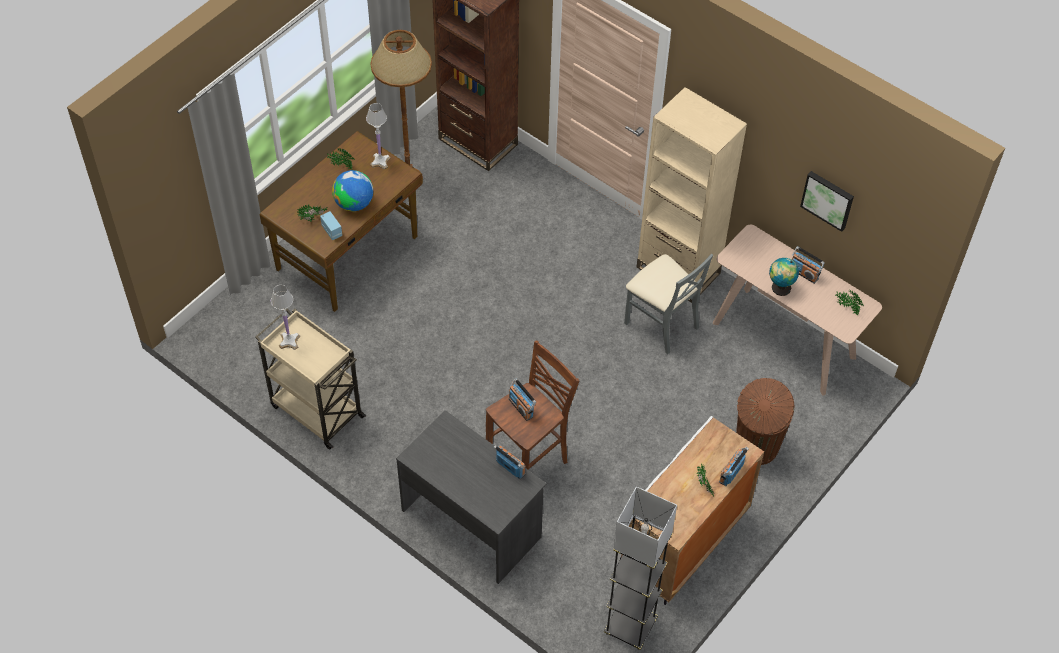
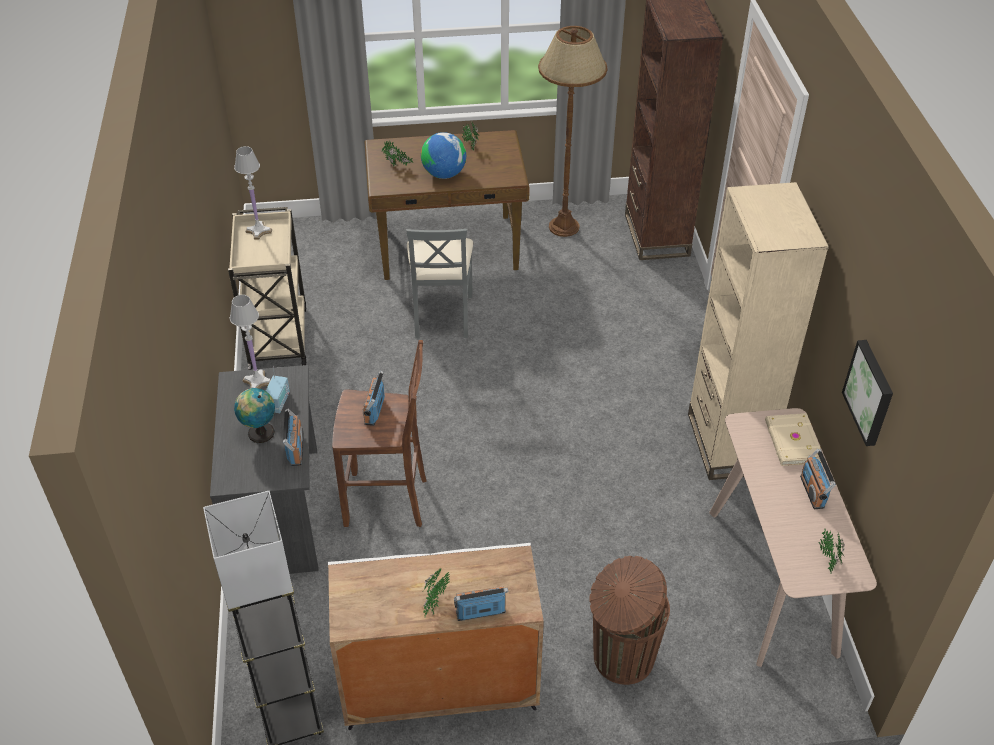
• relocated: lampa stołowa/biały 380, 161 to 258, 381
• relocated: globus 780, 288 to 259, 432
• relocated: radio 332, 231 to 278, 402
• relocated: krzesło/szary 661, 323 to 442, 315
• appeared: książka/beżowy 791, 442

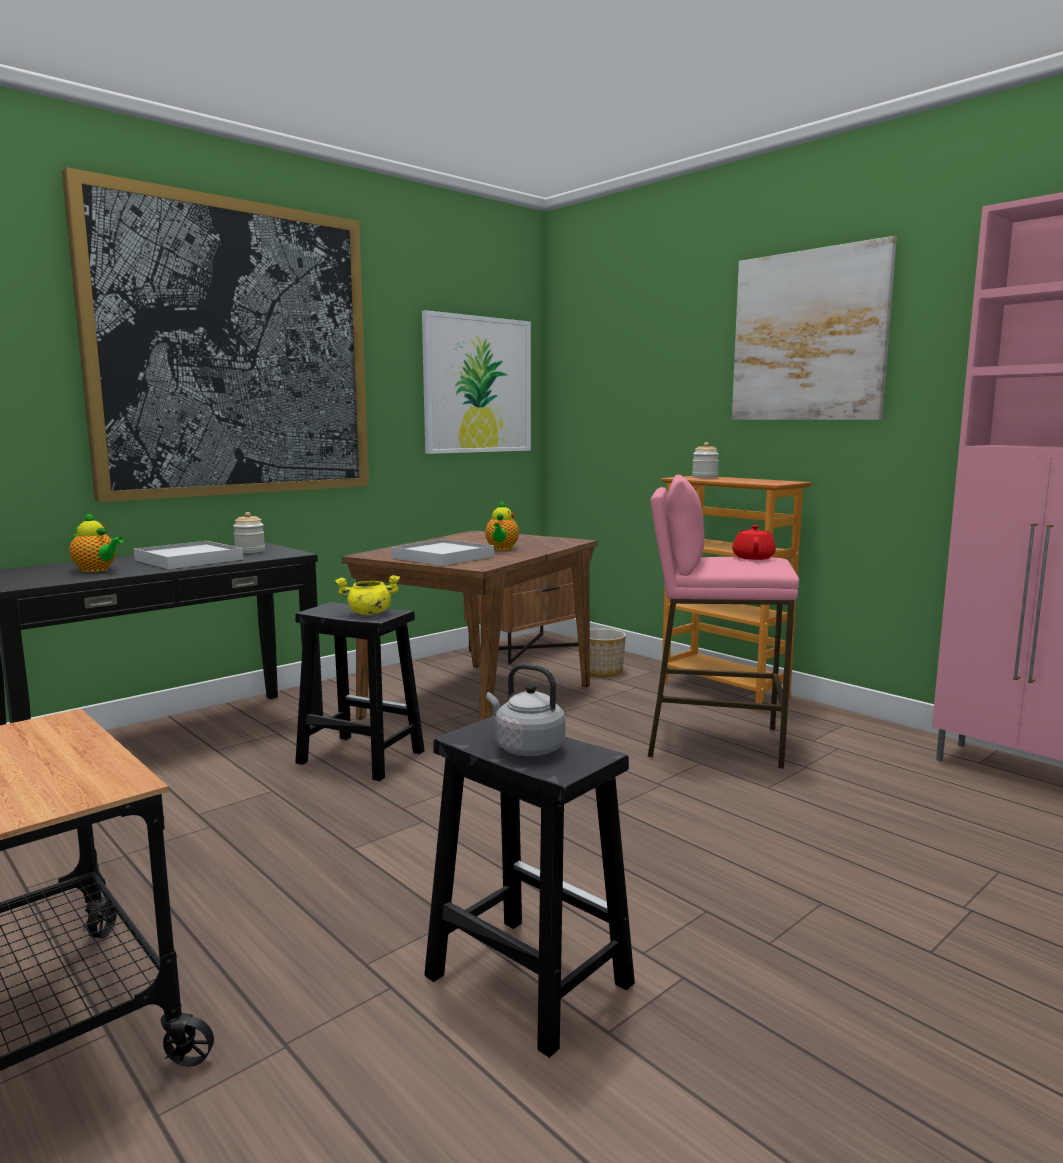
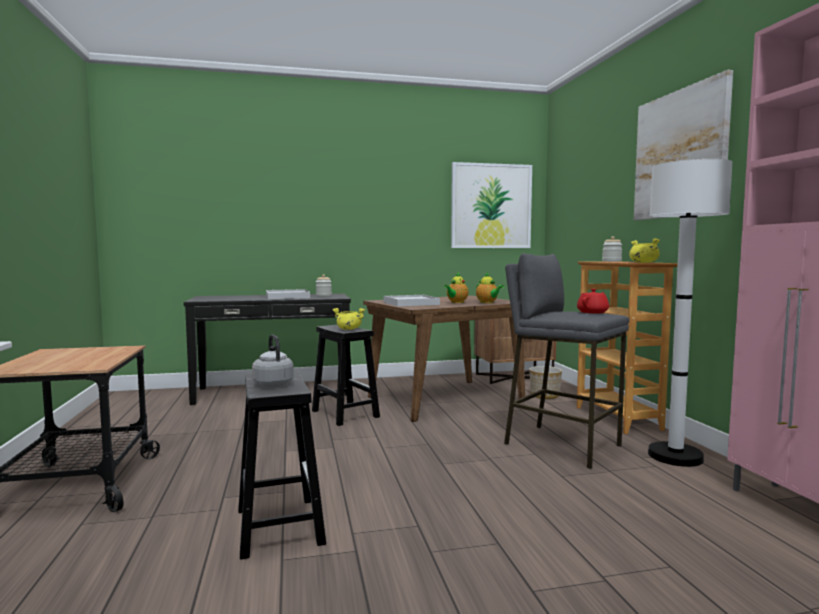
• relocated: imbryk 97, 570 to 487, 302
• colour: stołek/różowy 713, 742 to stołek/szary 561, 444
• appeared: garnek/żółty 643, 262
• appeared: lampa stojąca/biały 675, 456
• missing: obraz 233, 350

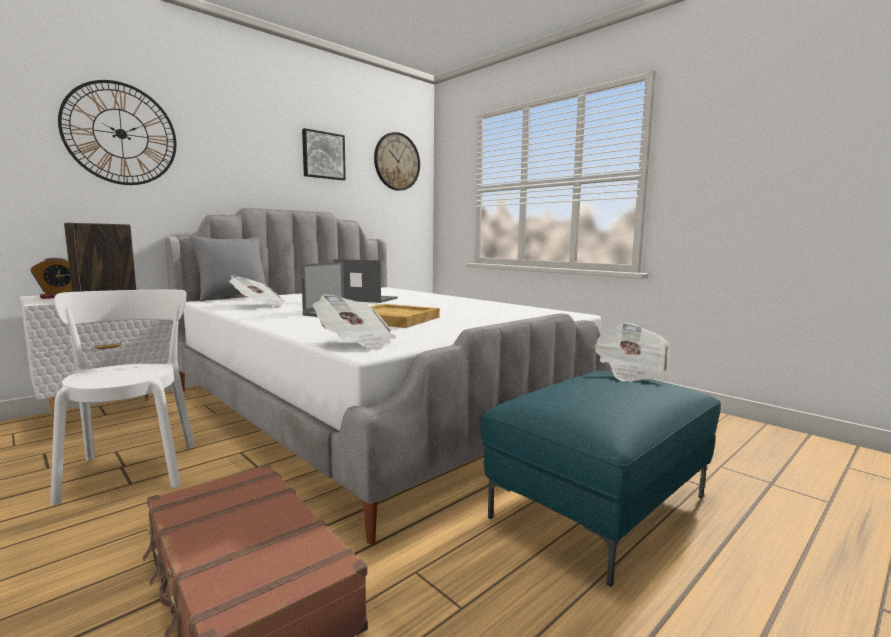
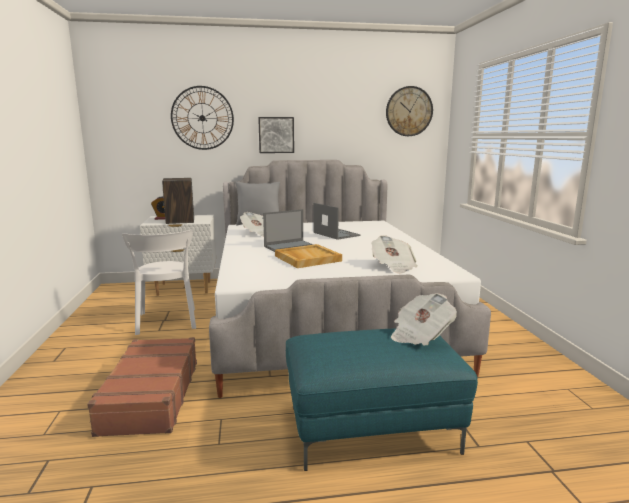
• spun: krzesło/biały 133, 468 = 166, 322 150 degrees clockwise
• relocated: obraz 323, 155 to 276, 135
• relocated: gazeta 355, 343 to 393, 266

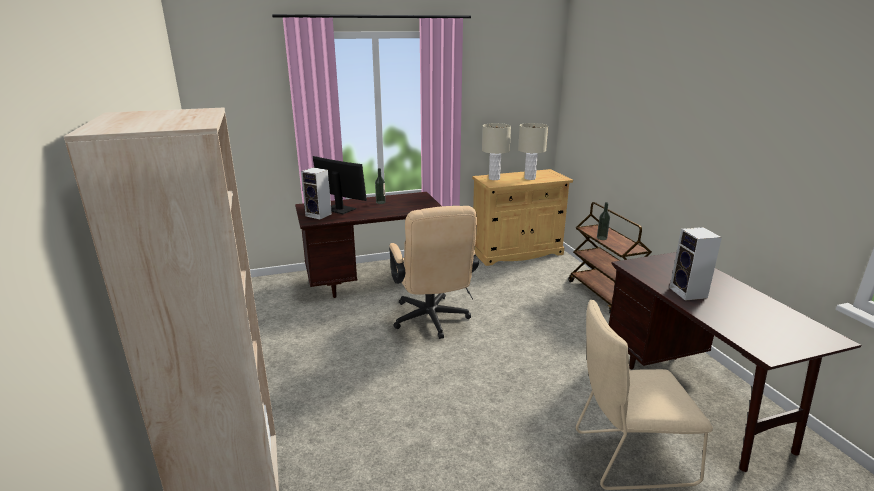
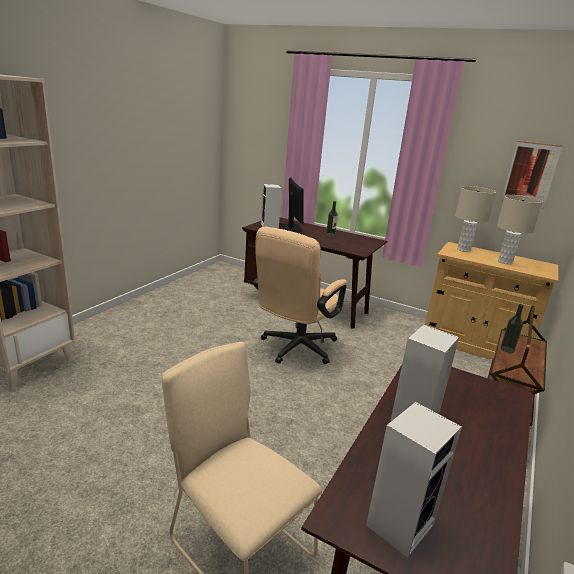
• appeared: głośnik 400, 523
• appeared: obraz 530, 174

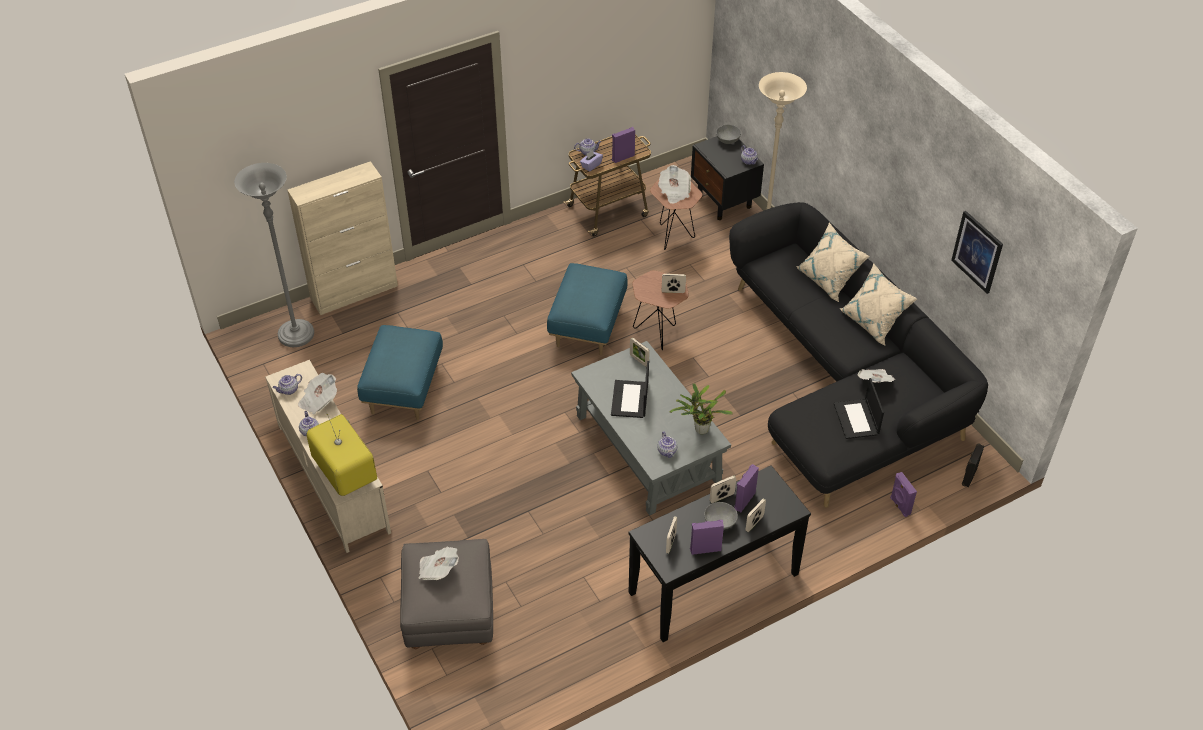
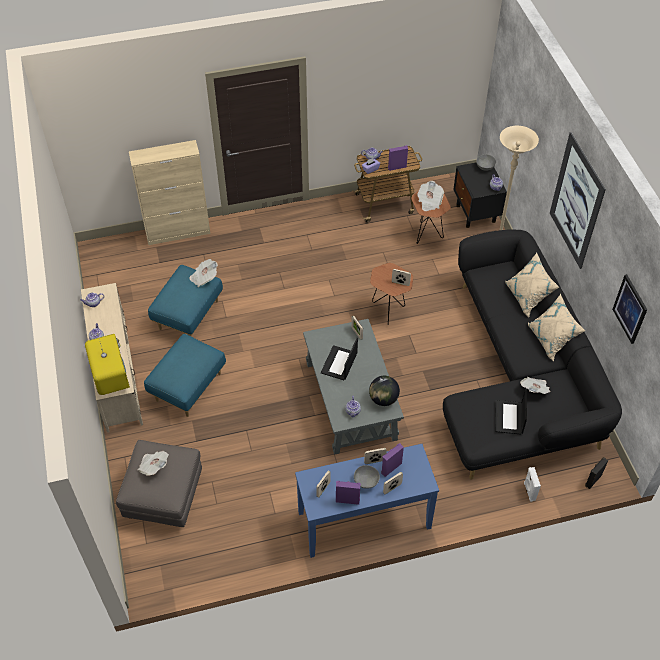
• relocated: pufa/niebieski 587, 325 to 188, 386
• relocated: gazeta 319, 401 to 204, 278
• colour: stolik konsolowy/czarny 714, 584 to stolik konsolowy/niebieski 364, 520
• exchanged: roślina doniczkowa 699, 429 to globus 383, 399
• colour: głośnik/fioletowy 899, 506 to głośnik/biały 529, 491
• appeared: obraz 576, 201
• missing: lampa stojąca/szary 296, 335

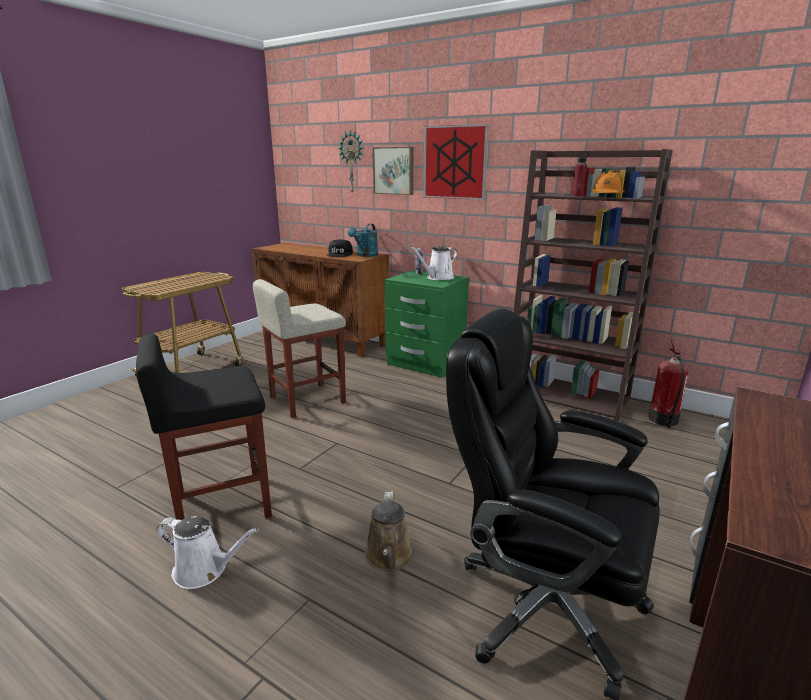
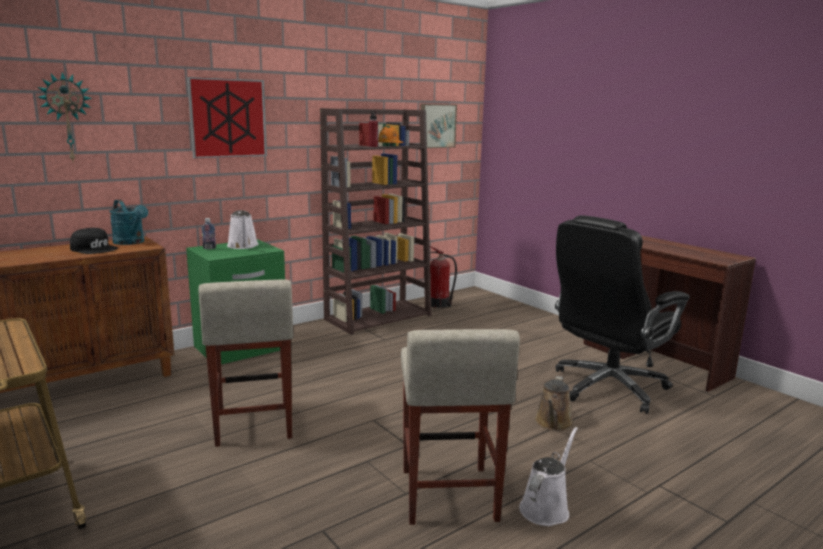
• colour: stołek/czarny 221, 505 to stołek/beżowy 448, 495
• relocated: obraz 394, 171 to 436, 126
• spun: konewka/brązowy 389, 557 = 553, 423 90 degrees clockwise

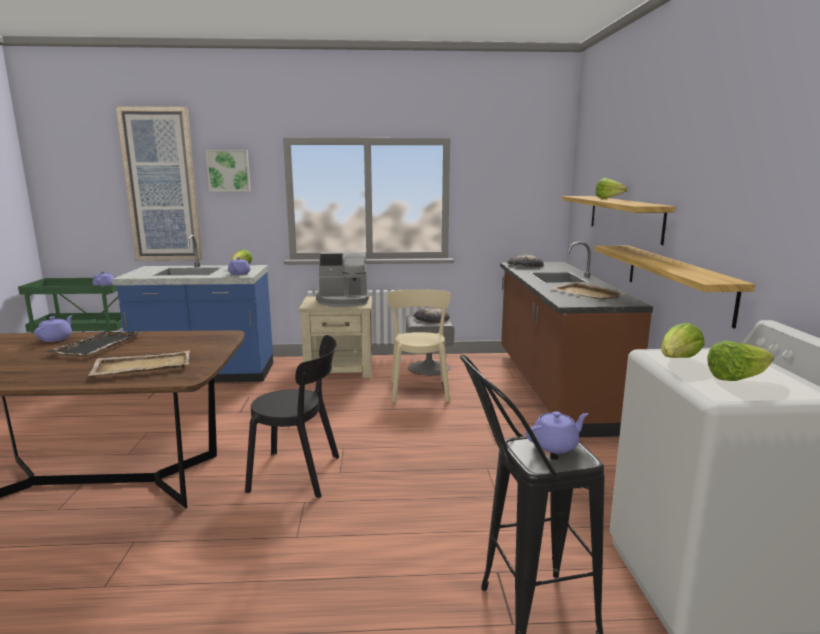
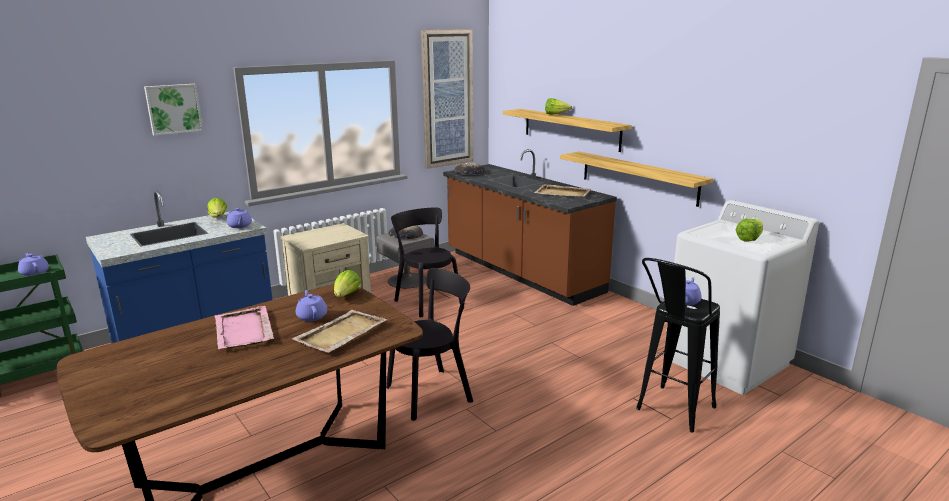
• colour: taca/czarny 97, 346 to taca/różowy 243, 330
• relocated: imbryk/fioletowy 56, 339 to 312, 316
• relocated: sałata 678, 360 to 346, 296
• colour: krzesło/beżowy 419, 390 to krzesło/czarny 426, 301
• relocated: obraz 161, 185 to 447, 99
• missing: ekspres do kawy 343, 301

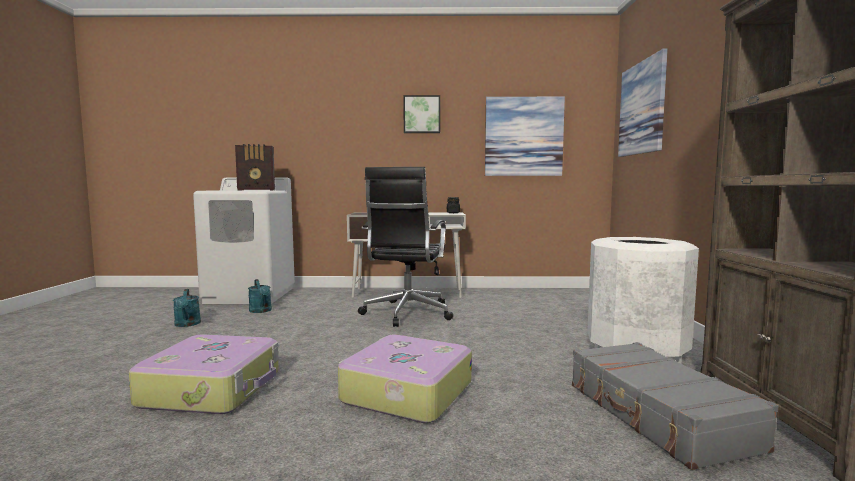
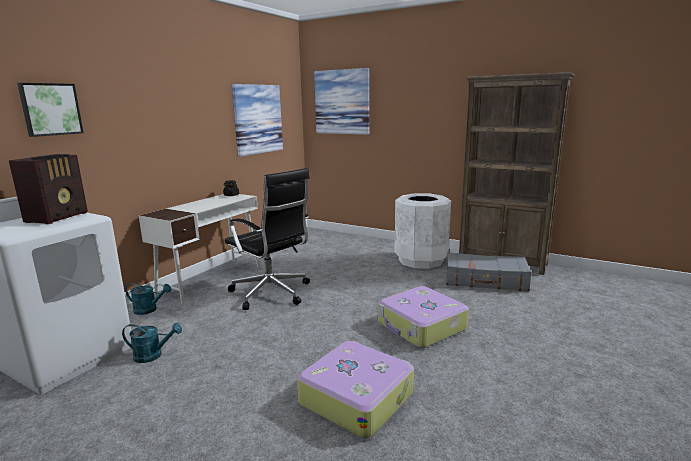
• relocated: obraz 421, 114 to 50, 109
• relocated: konewka/turkusowy 187, 324 to 149, 310

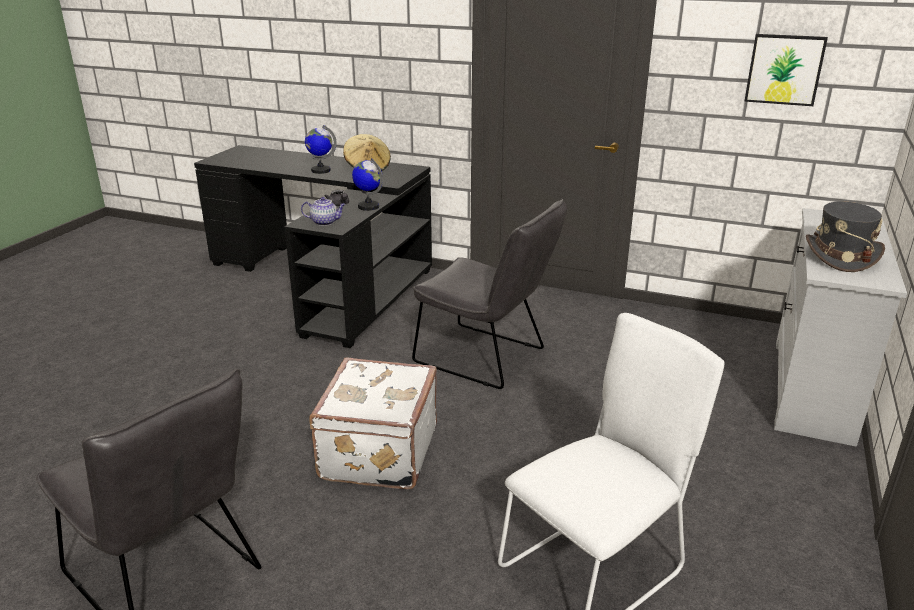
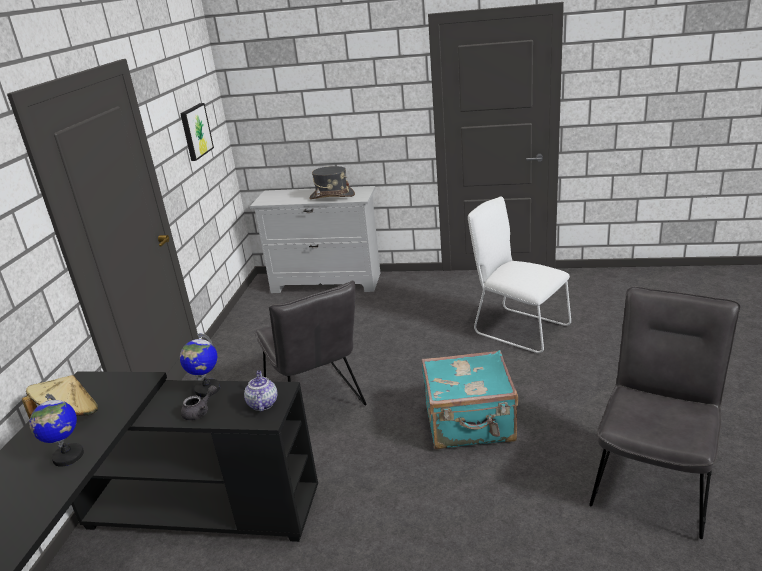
• spun: krzesło/szary 487, 358 = 317, 401 135 degrees clockwise
• colour: walizka/biały 376, 452 to walizka/turkusowy 470, 424

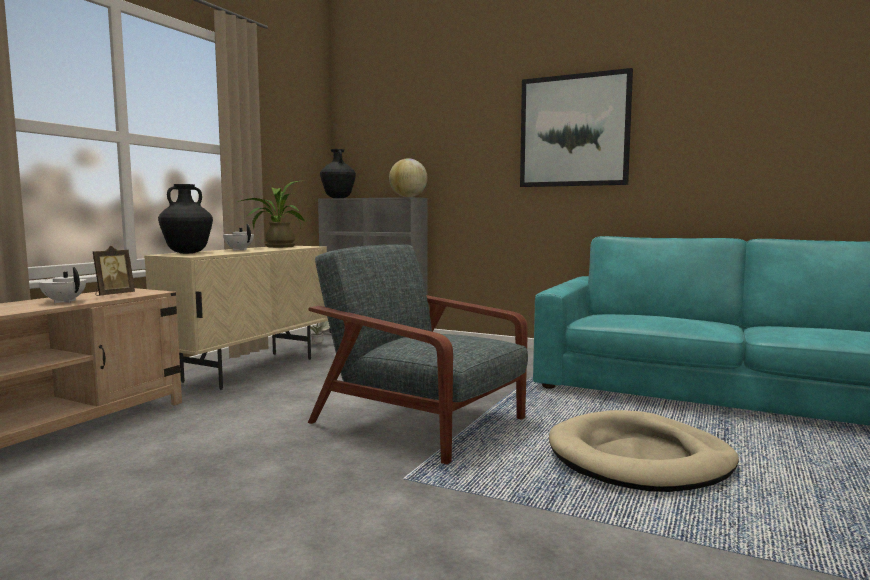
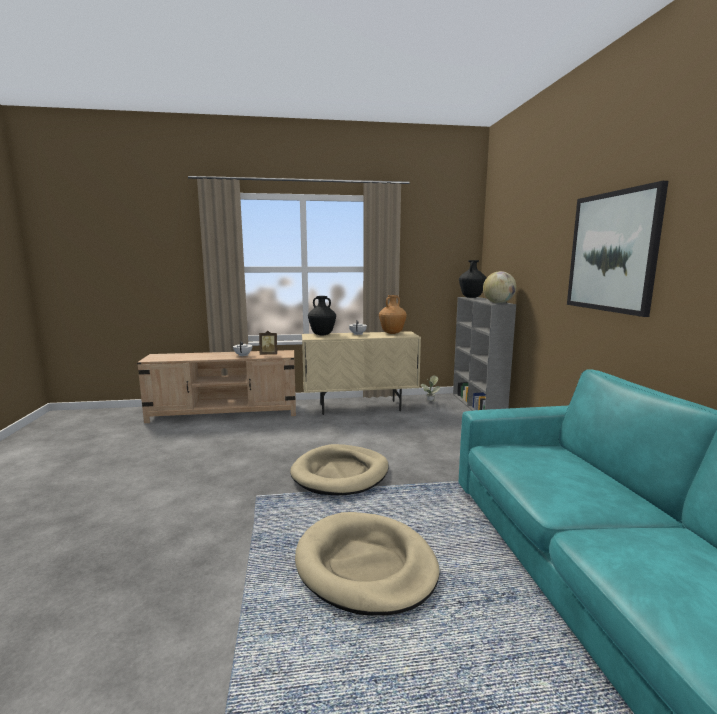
• exchanged: fotel/szary 421, 422 to legowisko/beżowy 340, 473
• exchanged: roślina doniczkowa 276, 247 to wazon/brązowy 392, 333

